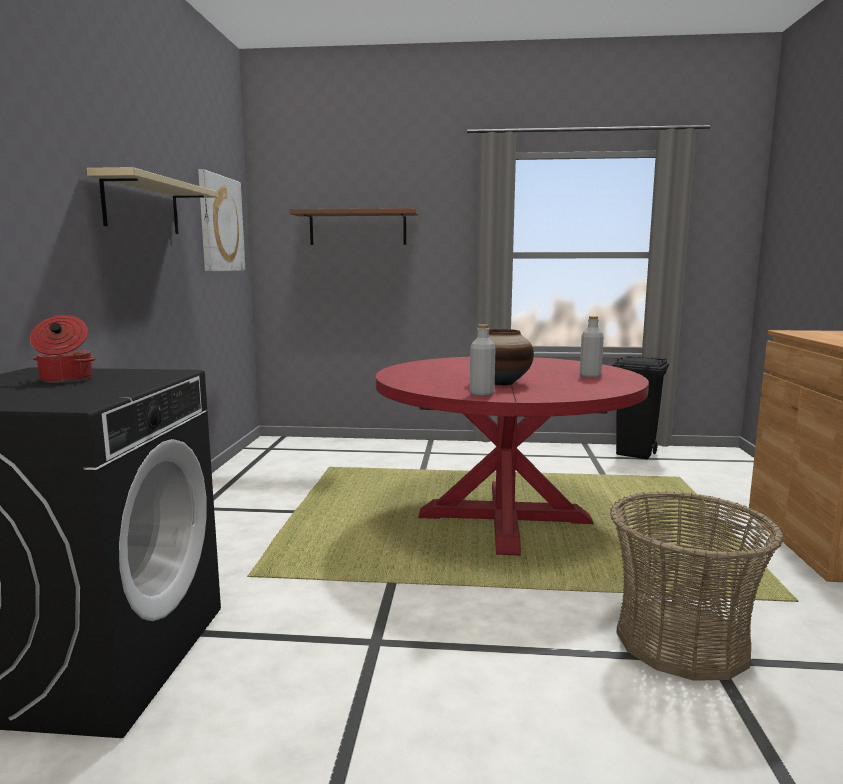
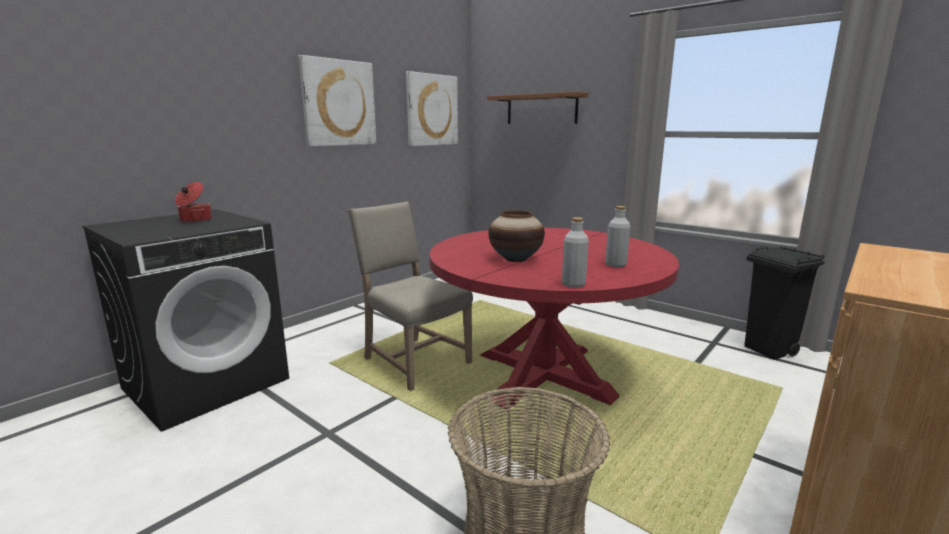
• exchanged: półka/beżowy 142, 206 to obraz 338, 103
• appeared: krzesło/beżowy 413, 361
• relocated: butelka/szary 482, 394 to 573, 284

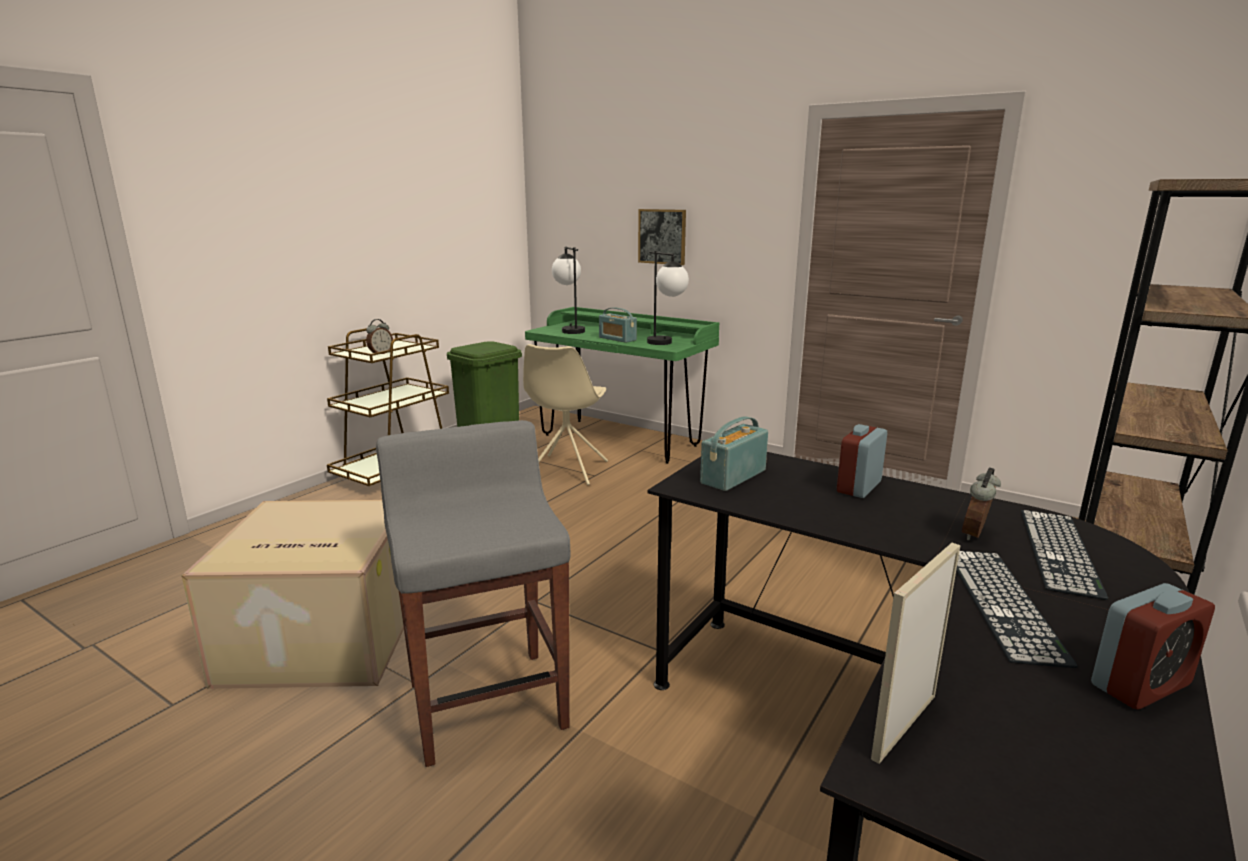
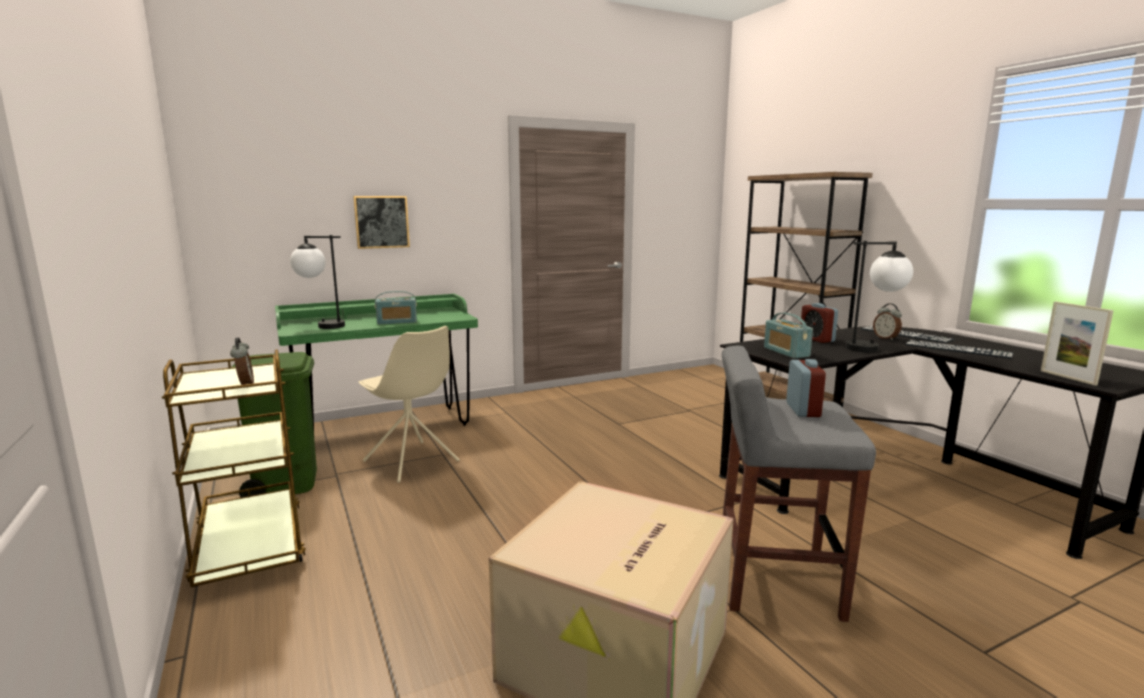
• relocated: budzik 1140, 685 to 803, 410
• relocated: lampa stołowa 666, 344 to 873, 348

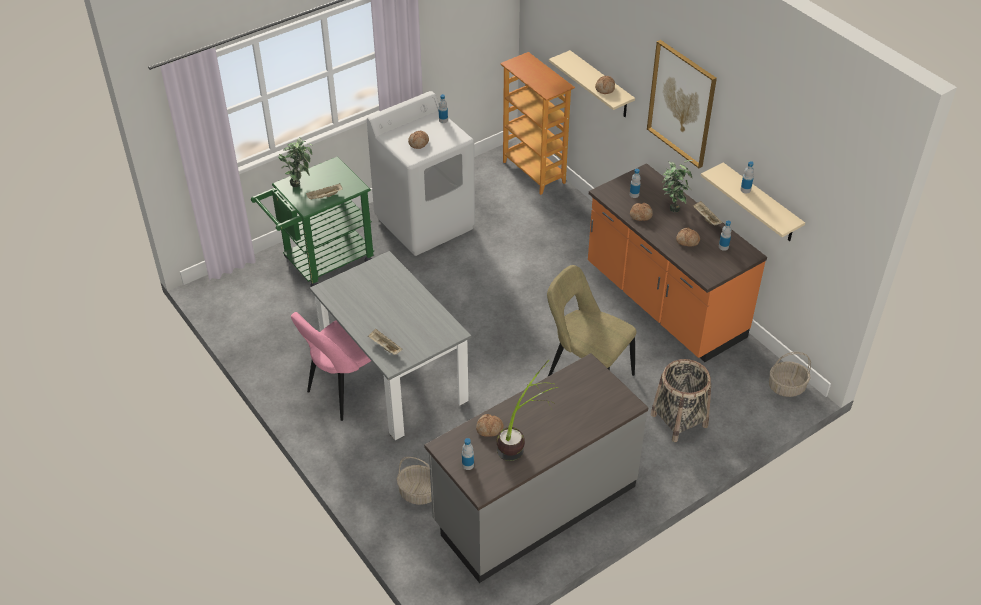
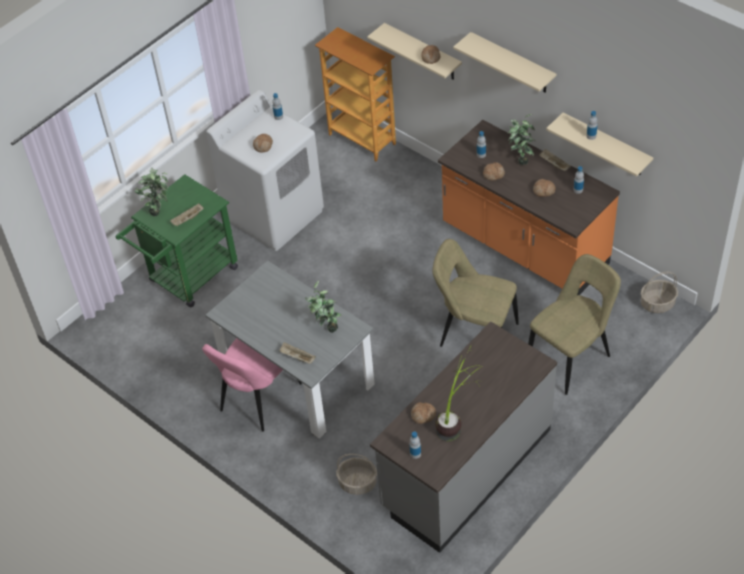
• appeared: roślina doniczkowa 326, 328
• exchanged: obraz 681, 104 to półka/beżowy 512, 63
• exchanged: koszyk 679, 420 to krzesło/beżowy 571, 358

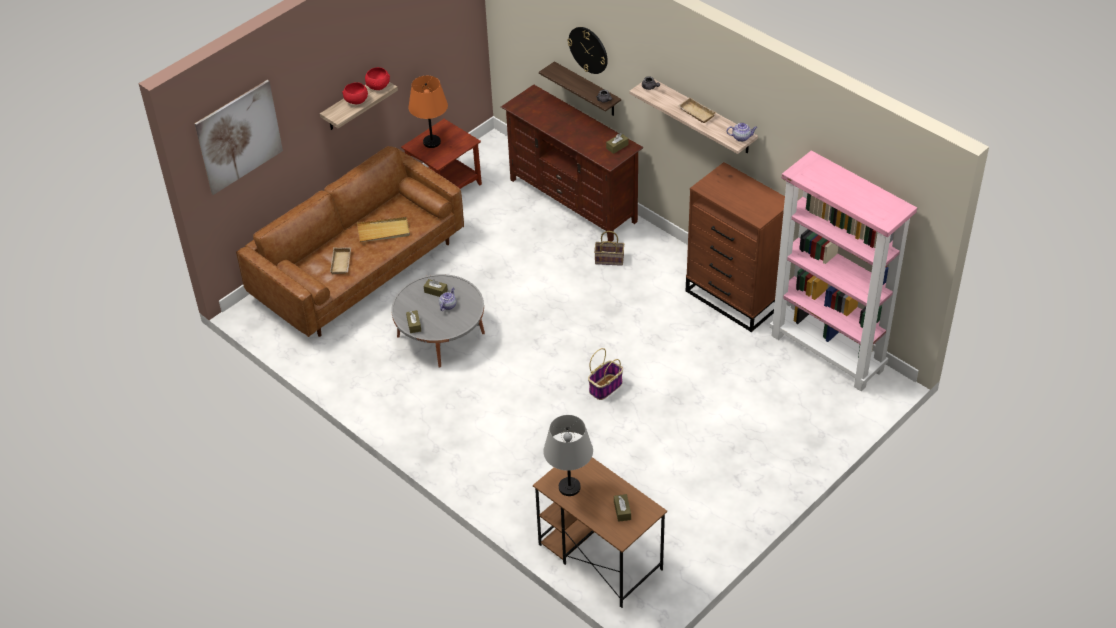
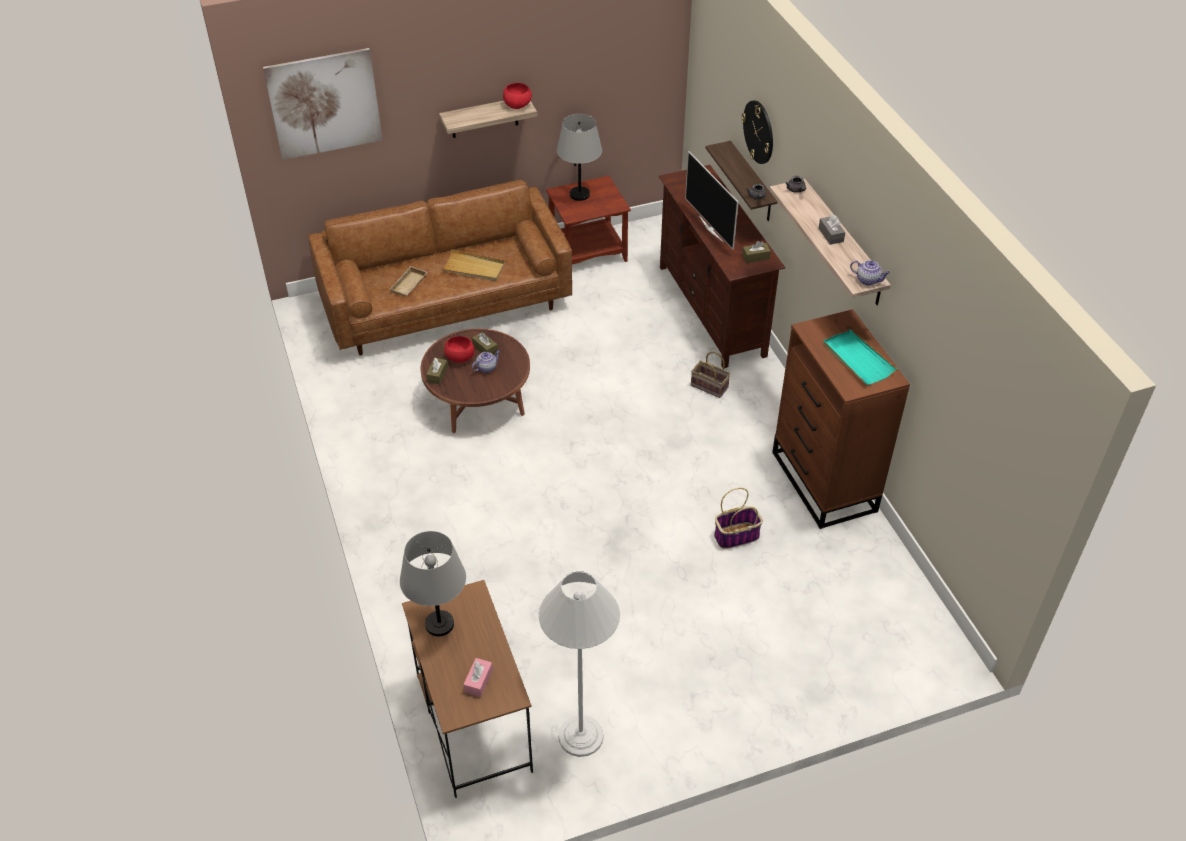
• colour: ława/szary 441, 335 to ława/brązowy 478, 399
• relocated: miska/czerwony 356, 101 to 459, 358
• colour: pudełko chusteczek/brązowy 622, 511 to pudełko chusteczek/różowy 478, 681
• appeared: lampa stojąca/biały 580, 736
• colour: lampa stołowa/pomarańczowy 431, 142 to lampa stołowa/szary 579, 194
• appeared: telewizor 711, 228
• relocated: koszyk 605, 387 to 737, 535
• exchanged: taca/beżowy 695, 113 to pudełko chusteczek/szary 830, 235
• appeared: taca/turkusowy 857, 359
• missing: regał/różowy 828, 353

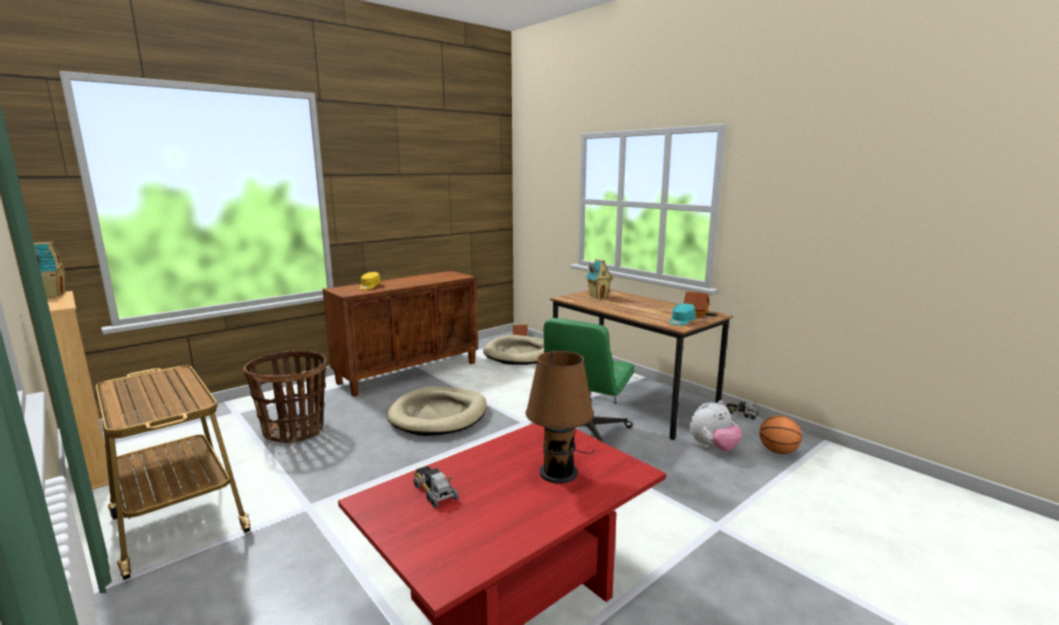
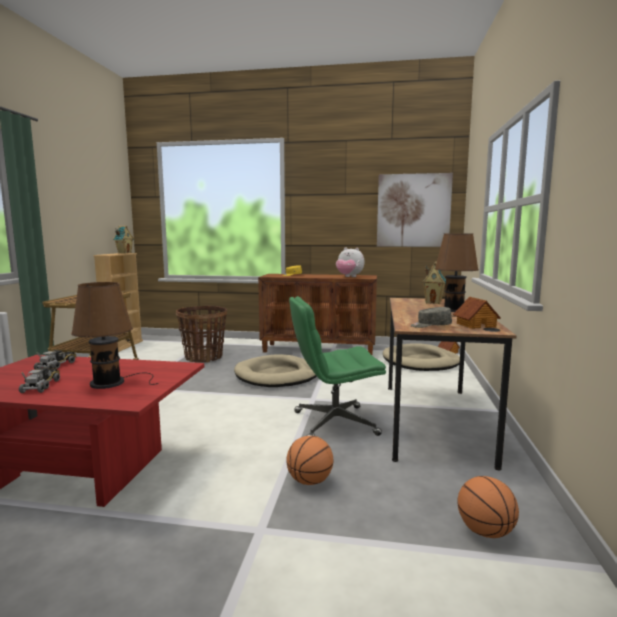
• relocated: ciężarówka zabawkowa 741, 414 to 42, 386
• appeared: piłka do koszykówki 309, 481
• relocated: pluszak 713, 448 to 349, 277
• appeared: obraz 413, 210
• colour: czapka z daszkiem/turkusowy 681, 321 to czapka z daszkiem/szary 430, 326
• appeared: lampa stołowa/brązowy 453, 310

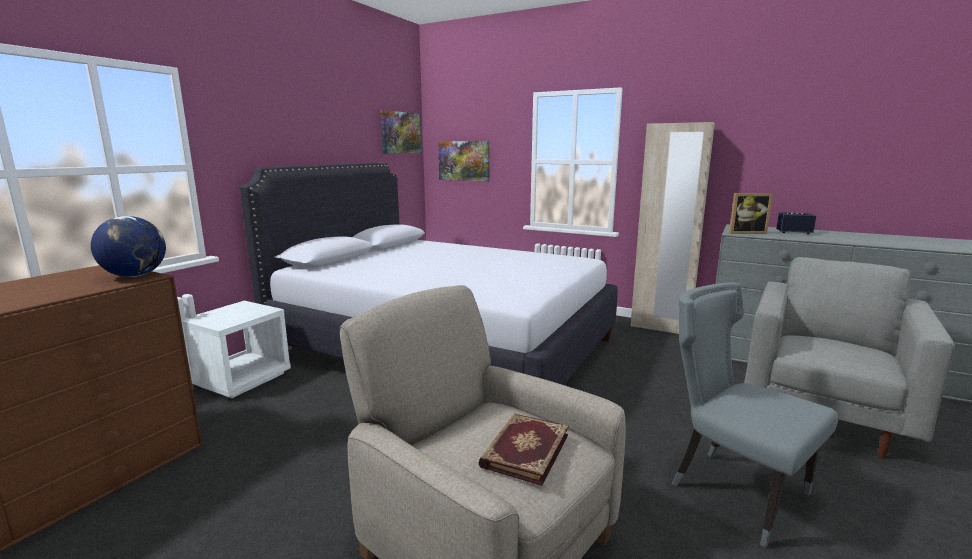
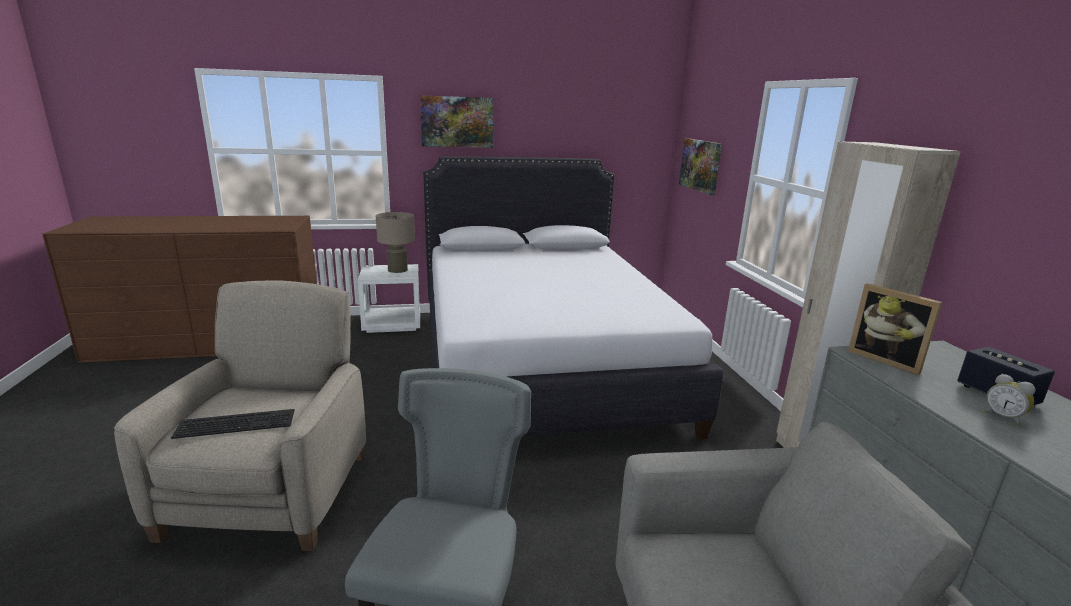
• exchanged: książka 524, 450 to klawiatura 237, 422
• appeared: lampa stołowa/beżowy 397, 270
• relocated: obraz 400, 132 to 457, 122
• appeared: budzik 1003, 417
• missing: globus 135, 276

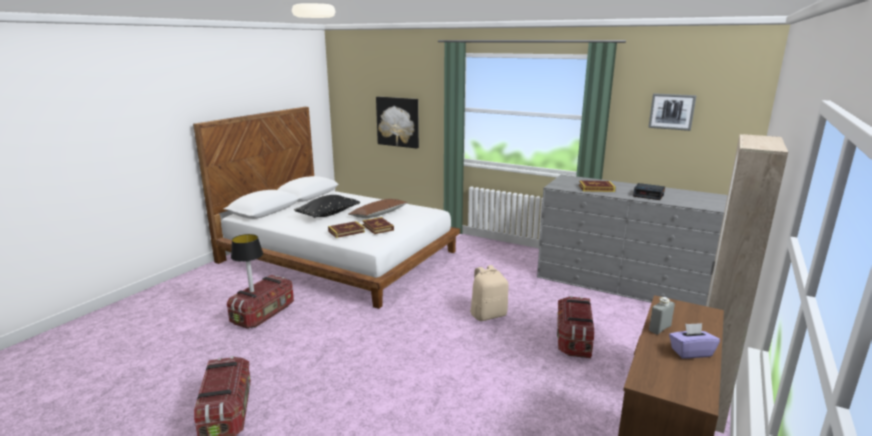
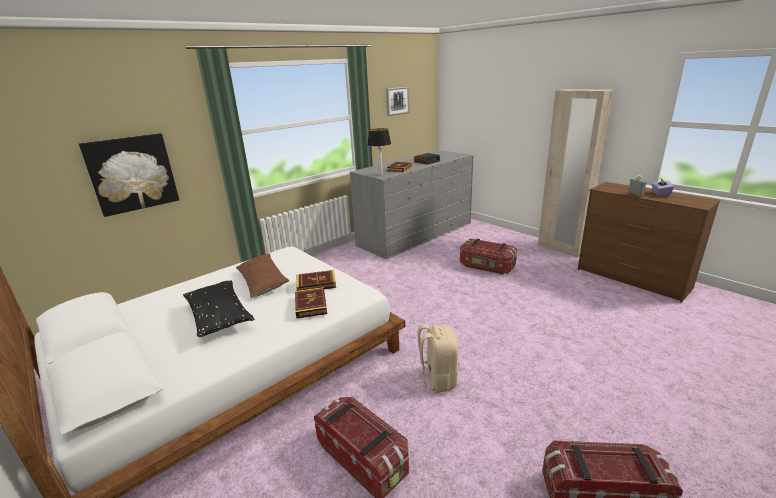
• relocated: lampa stołowa 251, 291 to 380, 174
• relocated: plecak/beżowy 488, 315 to 437, 379

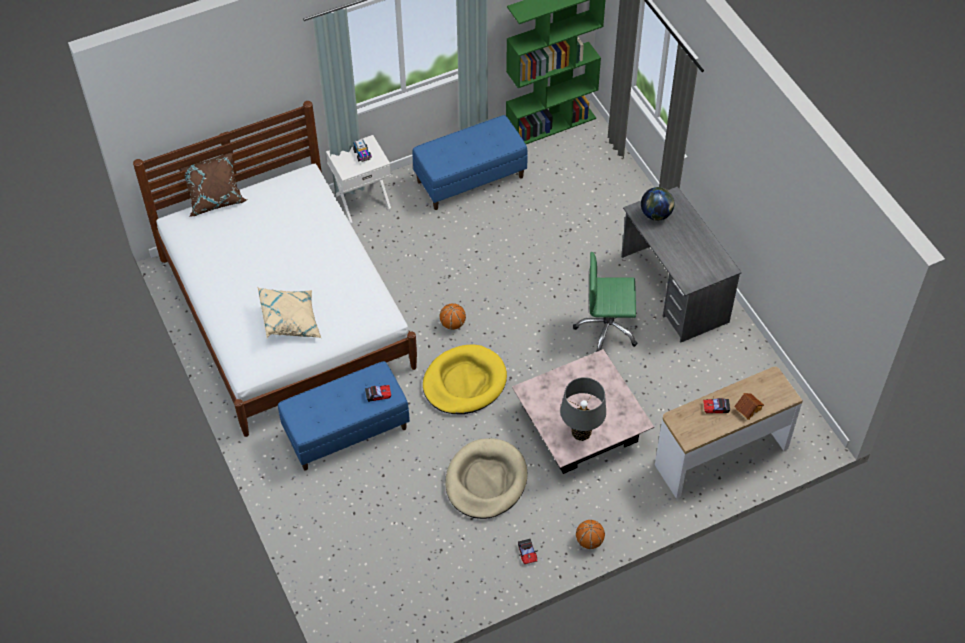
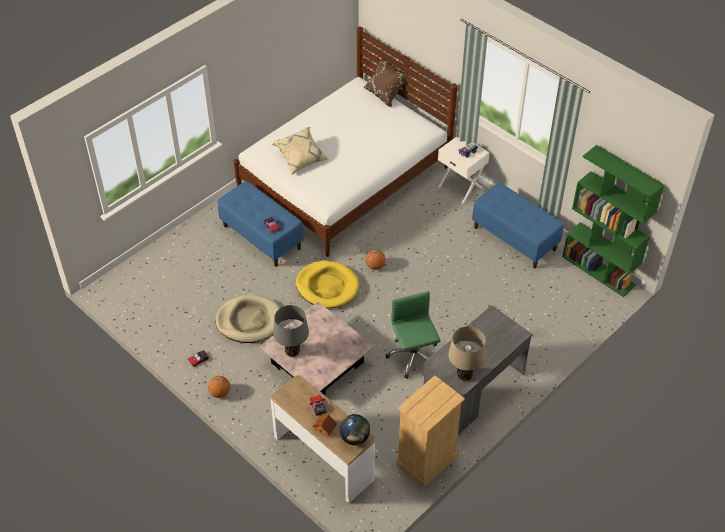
• relocated: globus 656, 214 to 354, 438
• appeared: komoda/beżowy 426, 460
• appeared: lampa stołowa/beżowy 465, 374

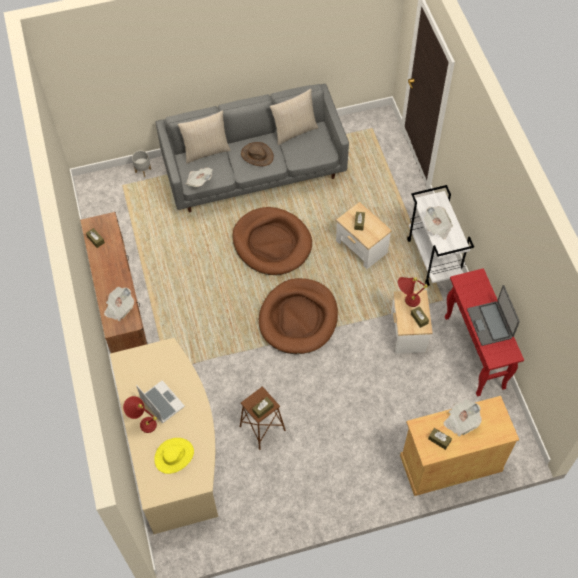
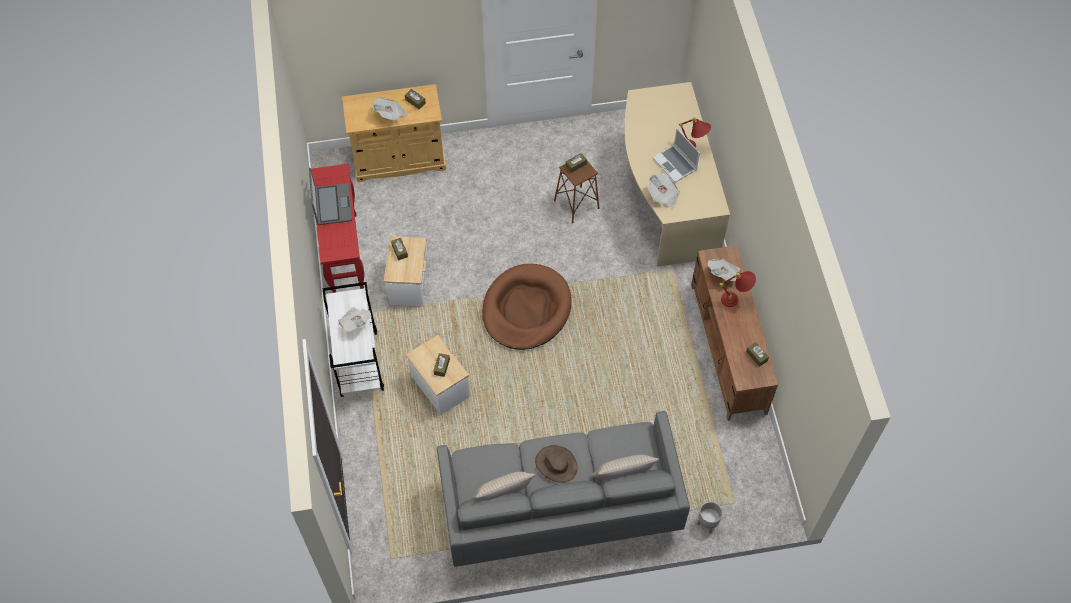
• relocated: gazeta 199, 181 to 663, 196
• relocated: lampa stołowa/czerwony 406, 300 to 736, 299
• missing: kapelusz/żółty 174, 456
• missing: legowisko/brązowy 272, 243

